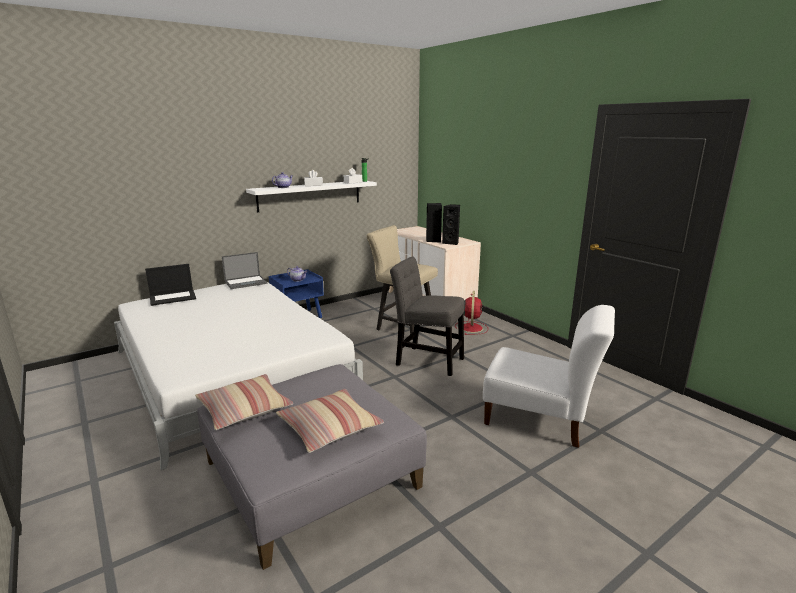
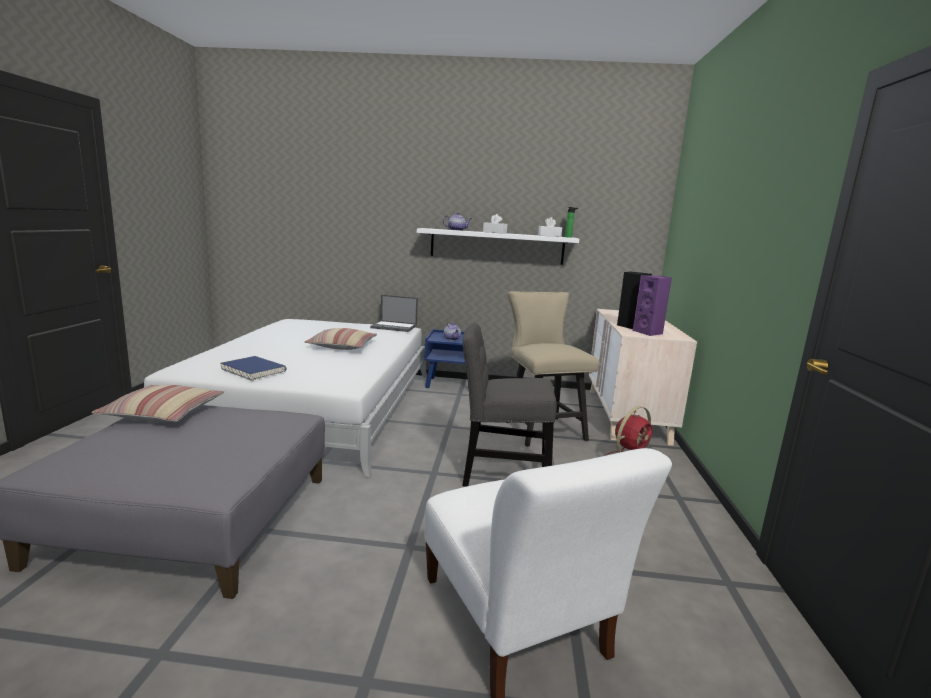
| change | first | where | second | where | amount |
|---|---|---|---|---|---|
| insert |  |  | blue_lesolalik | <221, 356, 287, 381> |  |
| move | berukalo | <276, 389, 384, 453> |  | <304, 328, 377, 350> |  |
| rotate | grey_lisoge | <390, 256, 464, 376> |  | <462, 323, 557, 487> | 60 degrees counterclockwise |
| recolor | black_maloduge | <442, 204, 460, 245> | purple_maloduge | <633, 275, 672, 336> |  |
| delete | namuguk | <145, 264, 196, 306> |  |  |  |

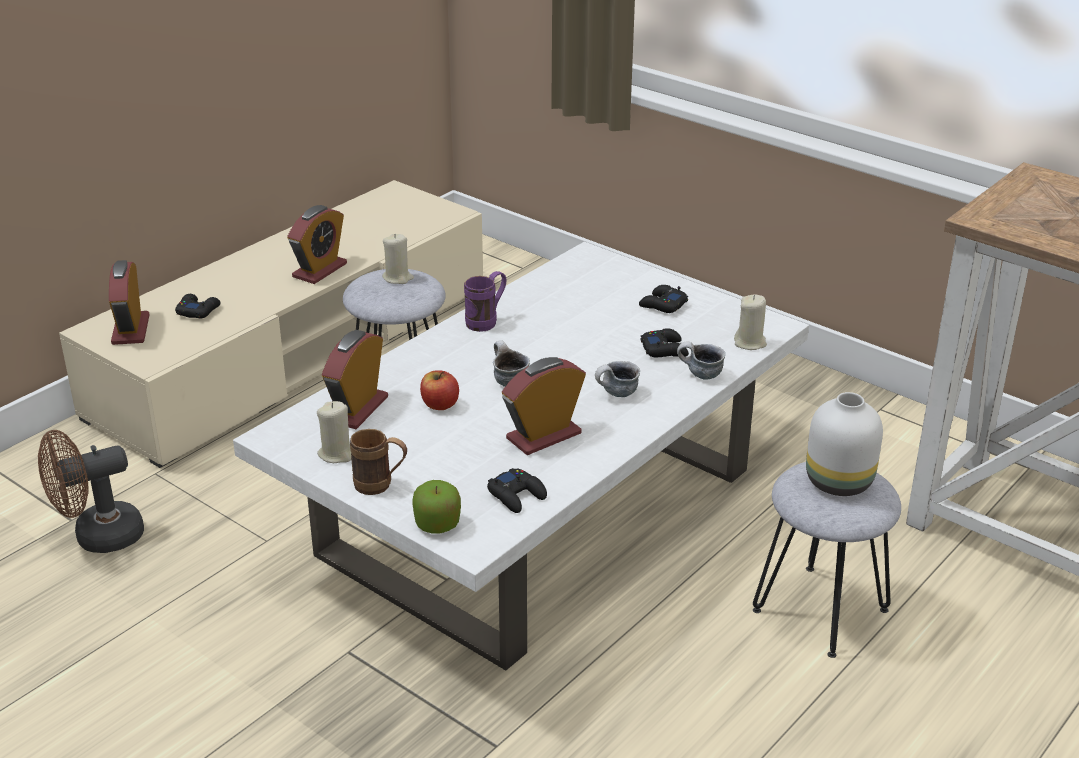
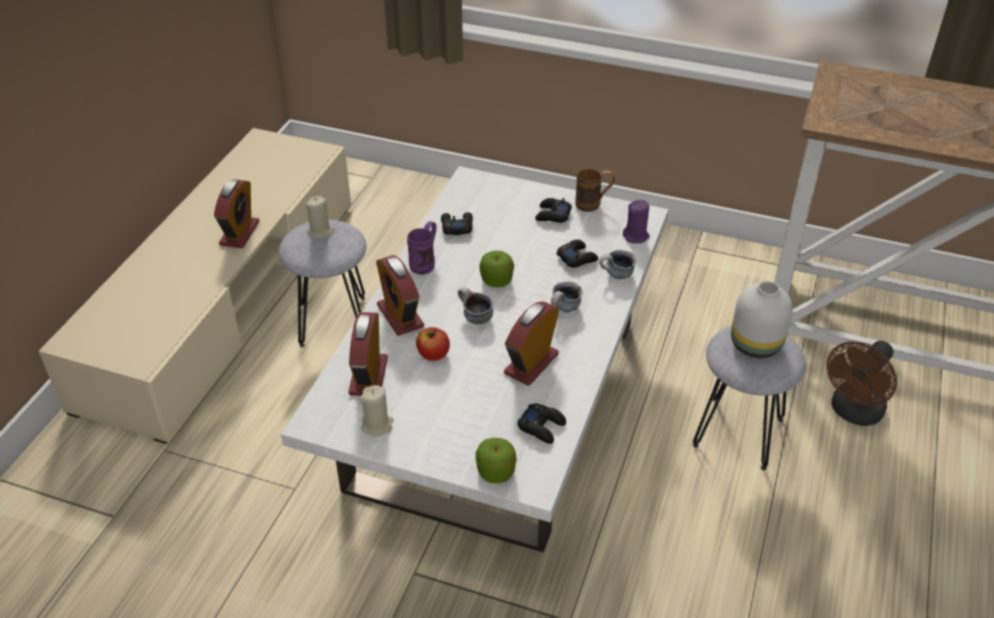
| change | first | where | second | where | amount |
|---|---|---|---|---|---|
| move | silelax | <109, 260, 150, 345> |  | <376, 255, 424, 336> |  |
| move | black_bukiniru | <175, 294, 221, 318> |  | <441, 212, 473, 235> |  |
| insert |  |  | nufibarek | <479, 251, 514, 288> |  |
| move | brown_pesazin | <350, 429, 407, 495> |  | <575, 168, 615, 212> |  |
| recolor | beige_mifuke | <734, 294, 767, 350> | purple_mifuke | <623, 200, 650, 244> |  |
| move | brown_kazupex | <38, 430, 144, 553> |  | <827, 341, 897, 426> |  |

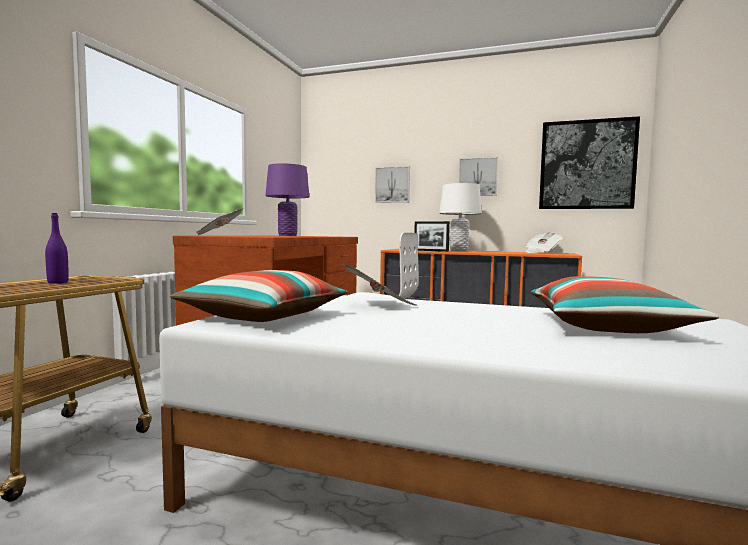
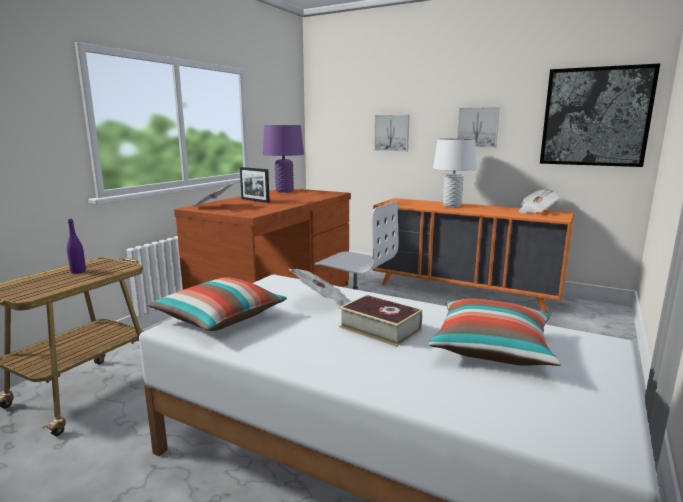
| change | first | where | second | where | amount |
|---|---|---|---|---|---|
| move | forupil | <414, 221, 450, 252> |  | <240, 167, 270, 203> |  |
| insert |  |  | lesolalik | <339, 295, 422, 347> |  |

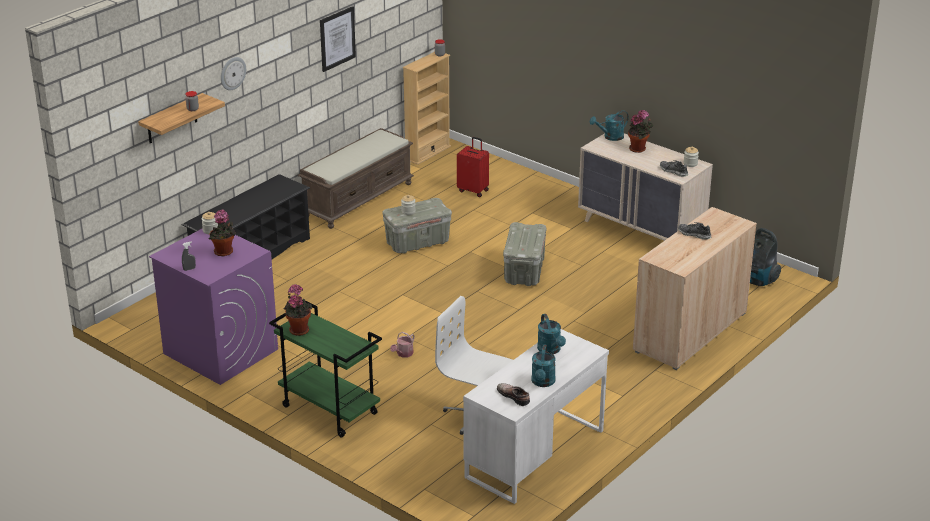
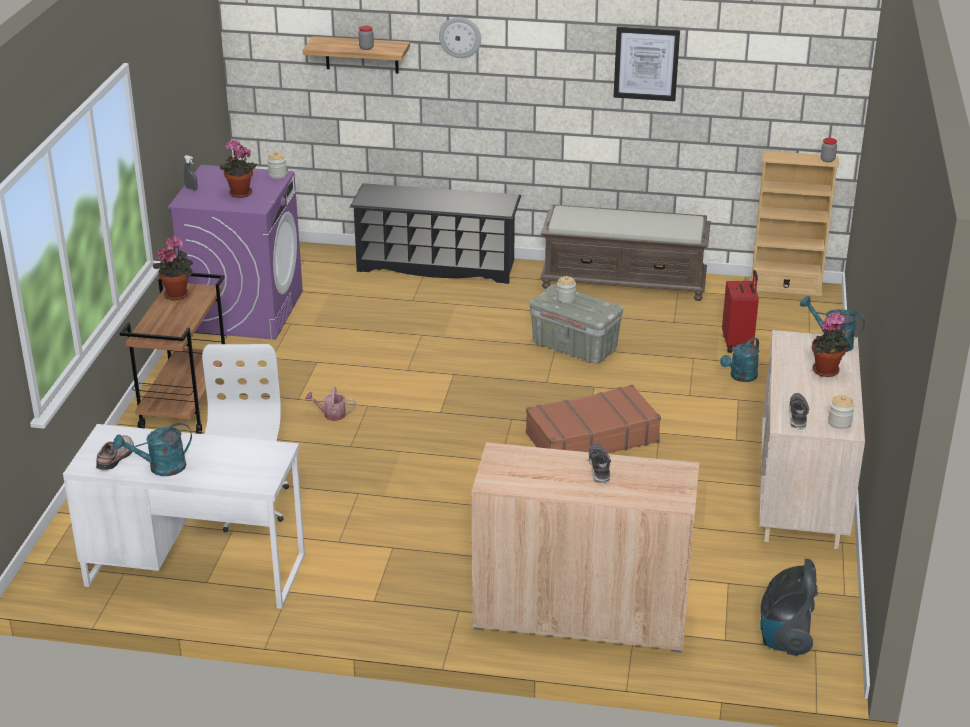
| change | first | where | second | where | amount |
|---|---|---|---|---|---|
| recolor | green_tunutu | <269, 301, 382, 438> | brown_tunutu | <119, 273, 227, 434> |  |
| replace | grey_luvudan | <503, 222, 547, 286> | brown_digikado | <526, 385, 661, 453> |  |
| move | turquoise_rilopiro | <537, 314, 566, 354> |  | <720, 337, 759, 382> |  |

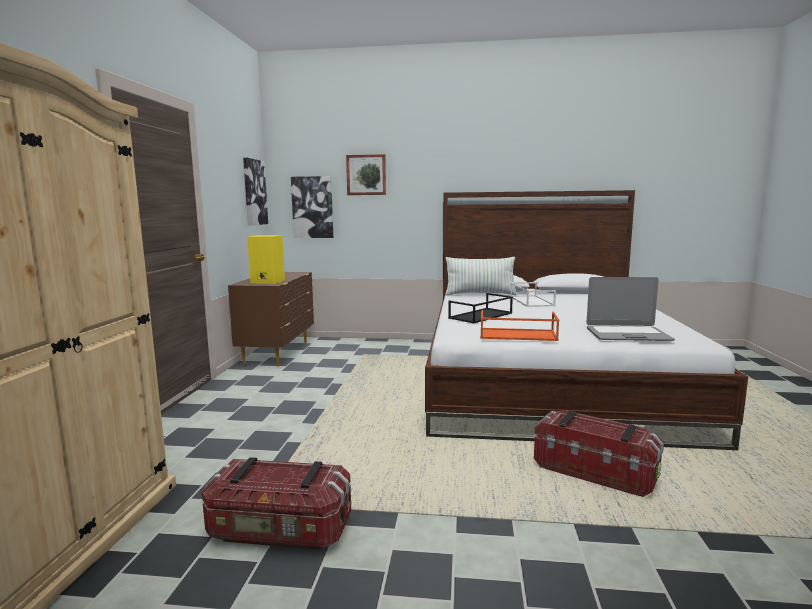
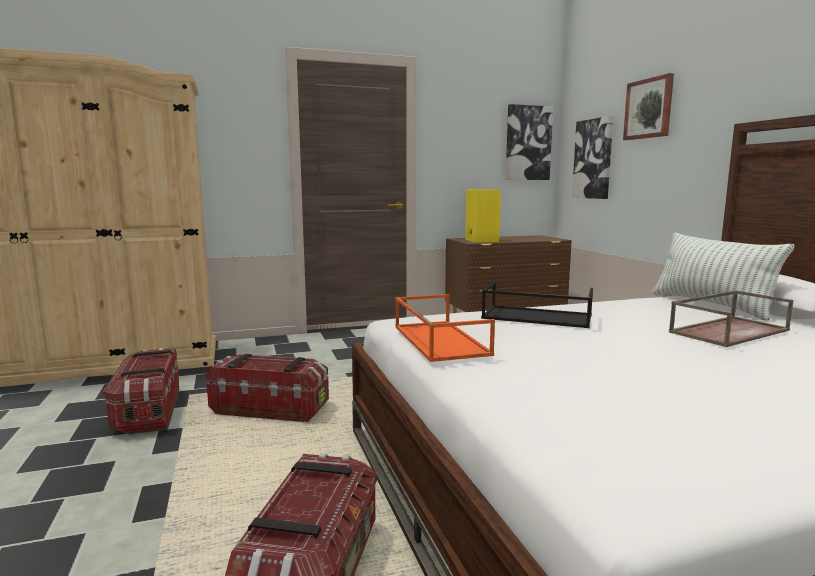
| change | first | where | second | where | amount |
|---|---|---|---|---|---|
| insert |  |  | luvudan | <206, 354, 329, 422> |  |
| recolor | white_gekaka | <510, 282, 556, 307> | brown_gekaka | <669, 290, 794, 347> |  |
| delete | namuguk | <587, 277, 675, 341> |  |  |  |

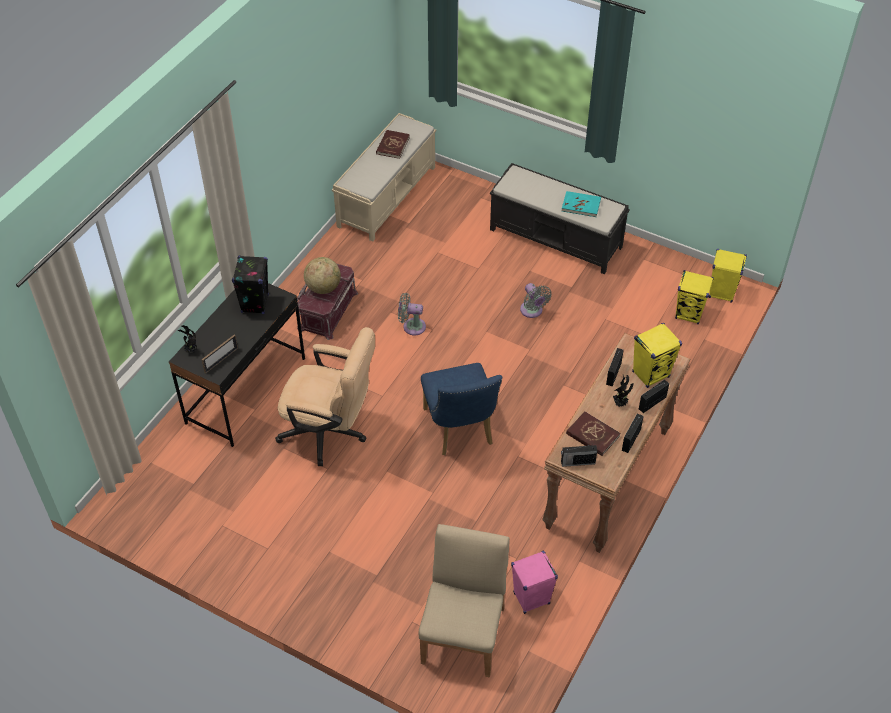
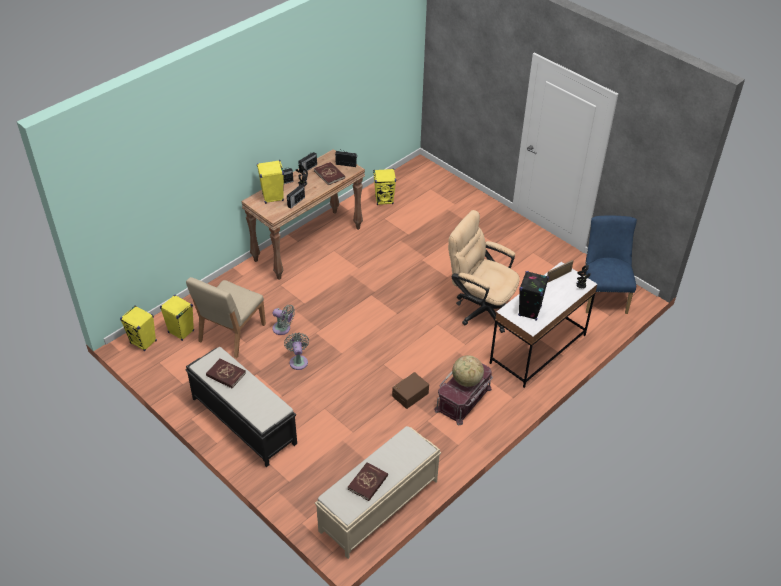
| change | first | where | second | where | amount |
|---|---|---|---|---|---|
| move | beige_lisoge | <419, 524, 510, 677> |  | <186, 277, 266, 358> |  |
| recolor | turquoise_lesolalik | <562, 191, 601, 217> | red_lesolalik | <206, 358, 246, 388> |  |
| move | grey_kazupex | <398, 293, 426, 335> |  | <272, 305, 295, 335> |  |
| recolor | pink_maloduge | <511, 551, 558, 614> | yellow_maloduge | <373, 169, 396, 205> |  |
| insert |  |  | brown_luvudan | <392, 372, 429, 409> |  |
| recolor | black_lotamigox | <169, 283, 305, 447> | white_lotamigox | <490, 262, 598, 388> |  |
| move | blue_lisoge | <421, 363, 502, 455> |  | <585, 216, 637, 314> |  |

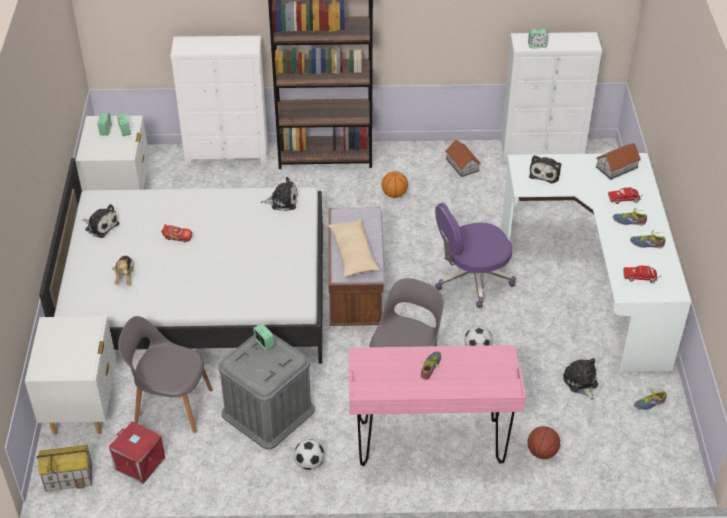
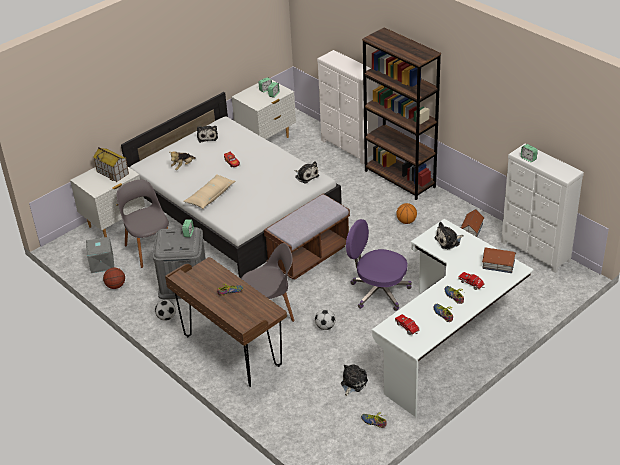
| change | first | where | second | where | amount |
|---|---|---|---|---|---|
| recolor | red_luvudan | <109, 421, 166, 484> | grey_luvudan | <86, 237, 114, 273> |  |
| move | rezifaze | <37, 445, 92, 492> |  | <93, 147, 129, 182> |  |
| move | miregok | <527, 426, 560, 459> |  | <103, 267, 125, 289> |  |
| recolor | pink_lotamigox | <348, 345, 526, 466> | brown_lotamigox | <165, 257, 287, 387> |  |
| move | beige_berukalo | <328, 219, 380, 277> |  | <183, 174, 236, 209> |  |

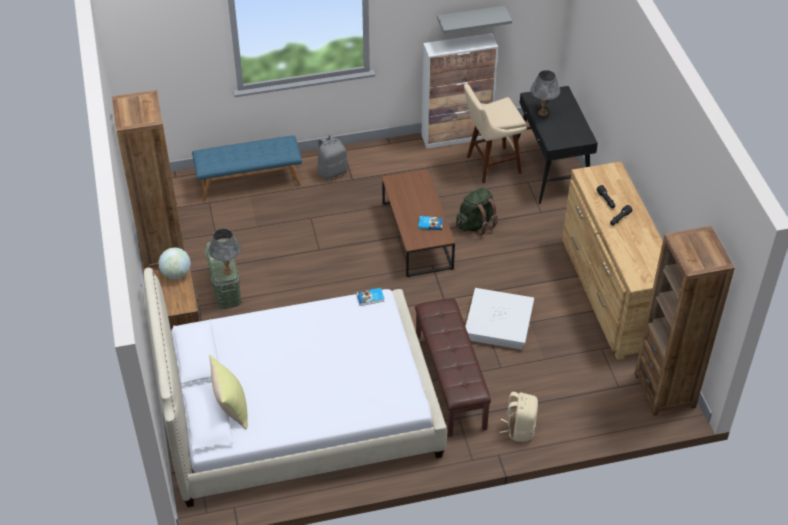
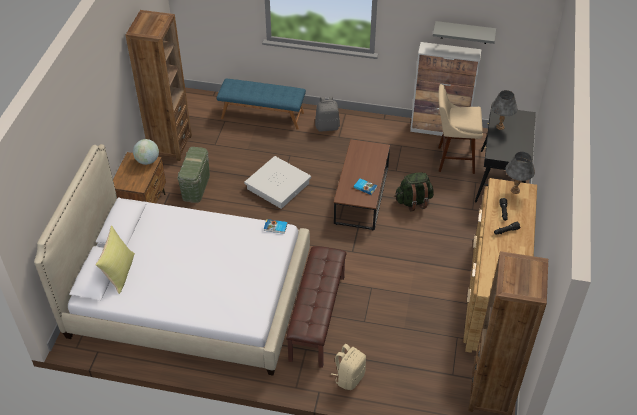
| change | first | where | second | where | amount |
|---|---|---|---|---|---|
| move | white_luvudan | <465, 288, 534, 350> |  | <244, 156, 311, 209> |  |
| move | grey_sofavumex | <208, 229, 241, 275> |  | <506, 152, 535, 194> |  |

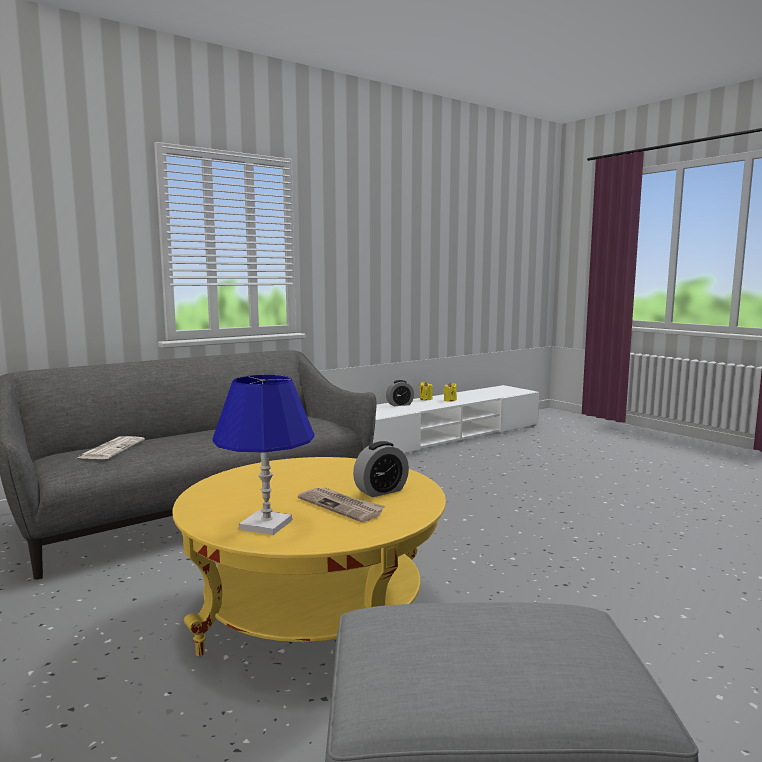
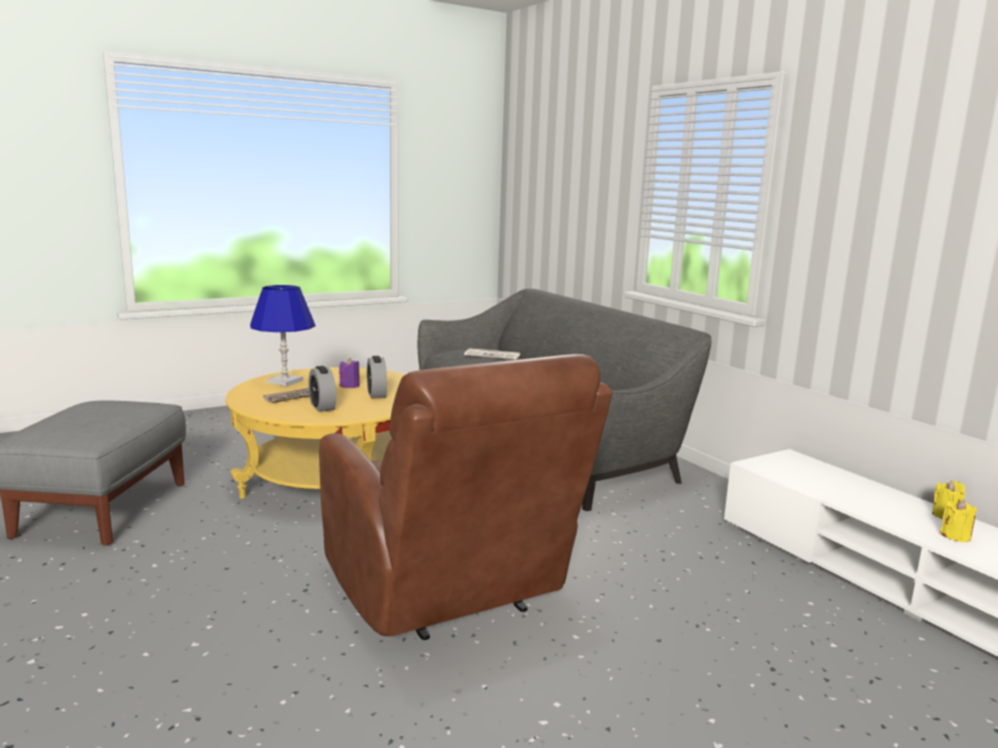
| change | first | where | second | where | amount |
|---|---|---|---|---|---|
| insert |  |  | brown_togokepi | <319, 354, 613, 640> |  |
| insert |  |  | purple_mifuke | <339, 358, 360, 388> |  |
| move | silelax | <386, 380, 414, 406> |  | <367, 356, 387, 399> |  |

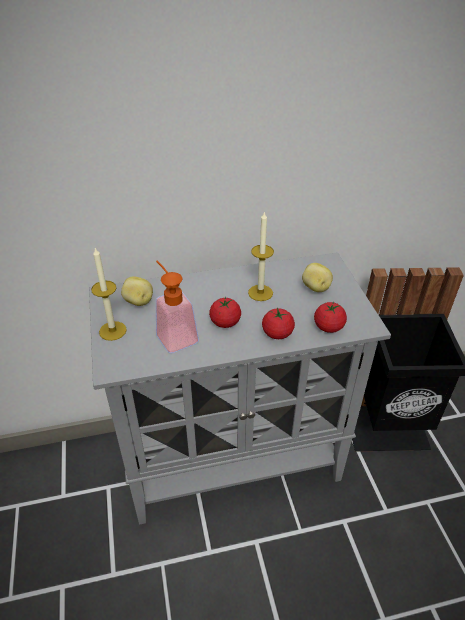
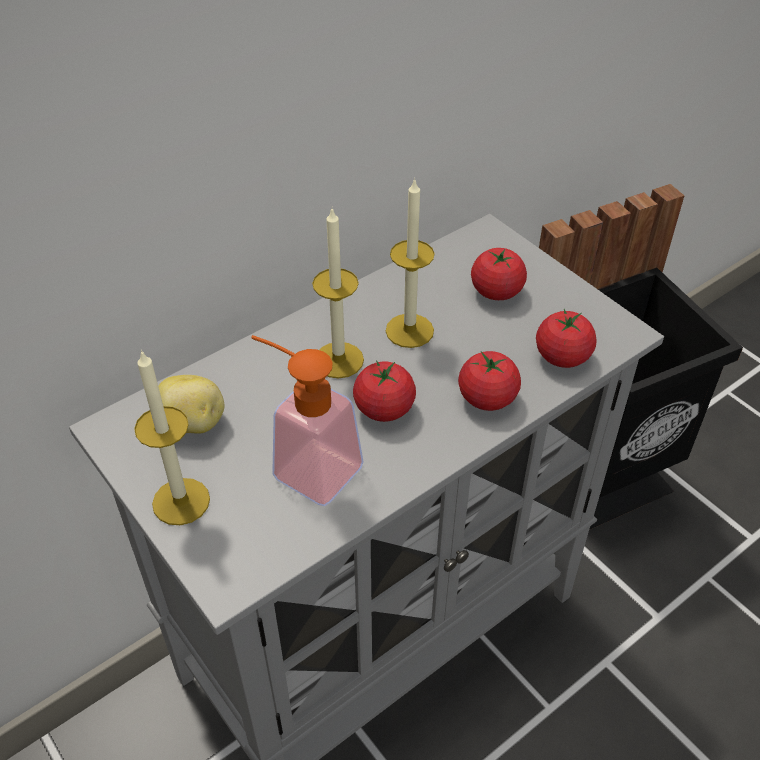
| change | first | where | second | where | amount |
|---|---|---|---|---|---|
| insert |  |  | mifuke | <312, 209, 364, 379> |  |
| replace | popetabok | <302, 263, 333, 292> | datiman | <471, 248, 527, 300> |  |

